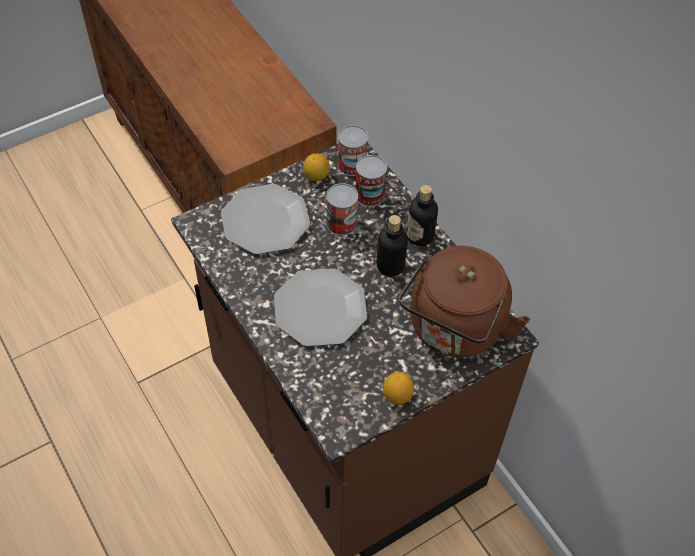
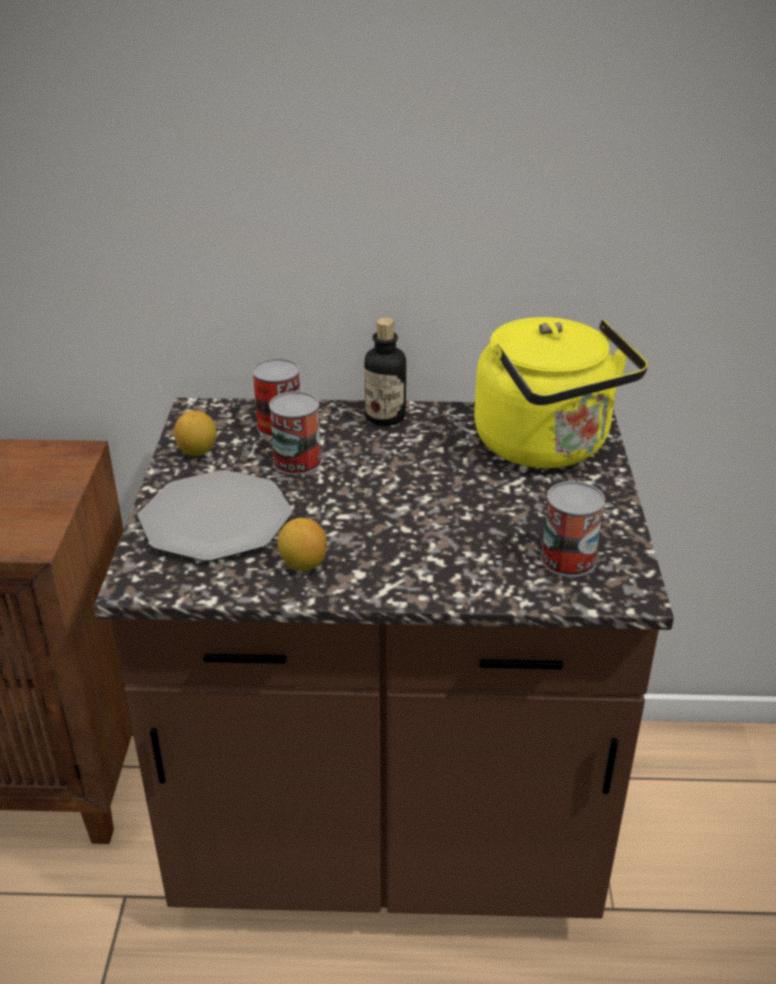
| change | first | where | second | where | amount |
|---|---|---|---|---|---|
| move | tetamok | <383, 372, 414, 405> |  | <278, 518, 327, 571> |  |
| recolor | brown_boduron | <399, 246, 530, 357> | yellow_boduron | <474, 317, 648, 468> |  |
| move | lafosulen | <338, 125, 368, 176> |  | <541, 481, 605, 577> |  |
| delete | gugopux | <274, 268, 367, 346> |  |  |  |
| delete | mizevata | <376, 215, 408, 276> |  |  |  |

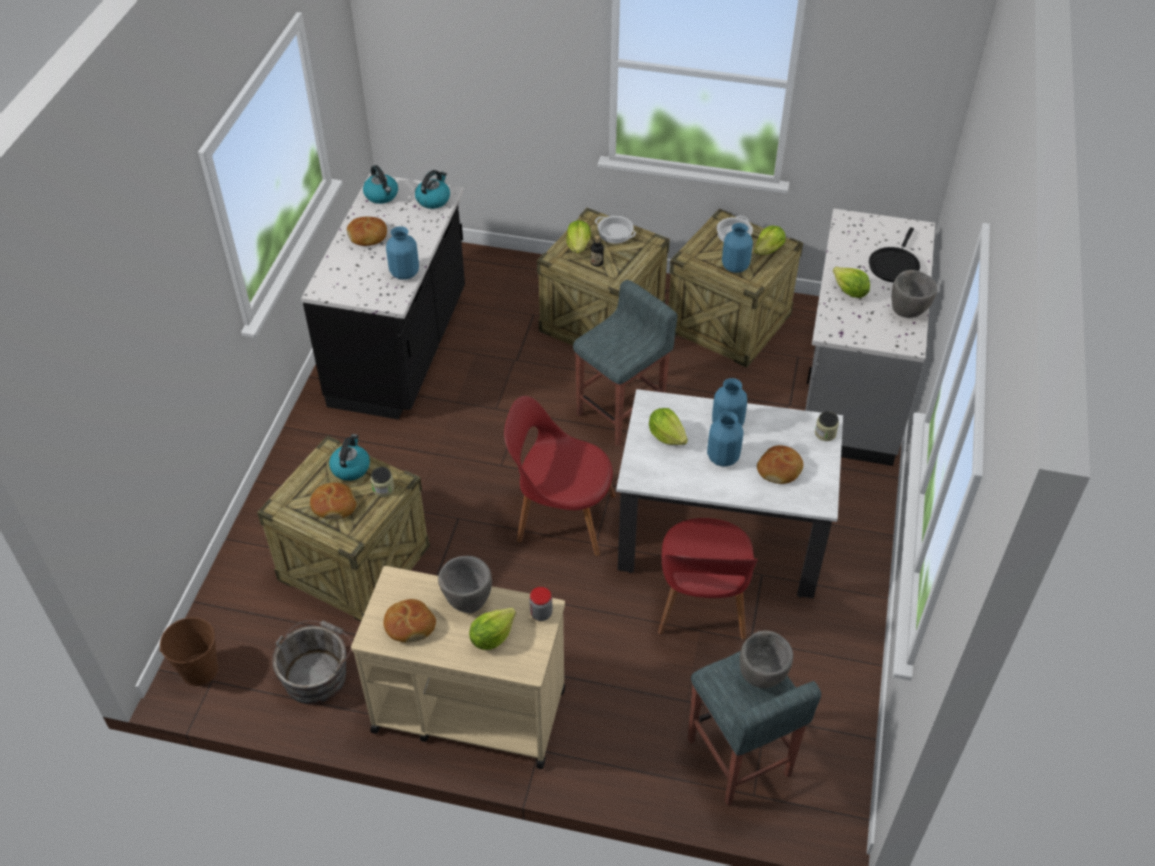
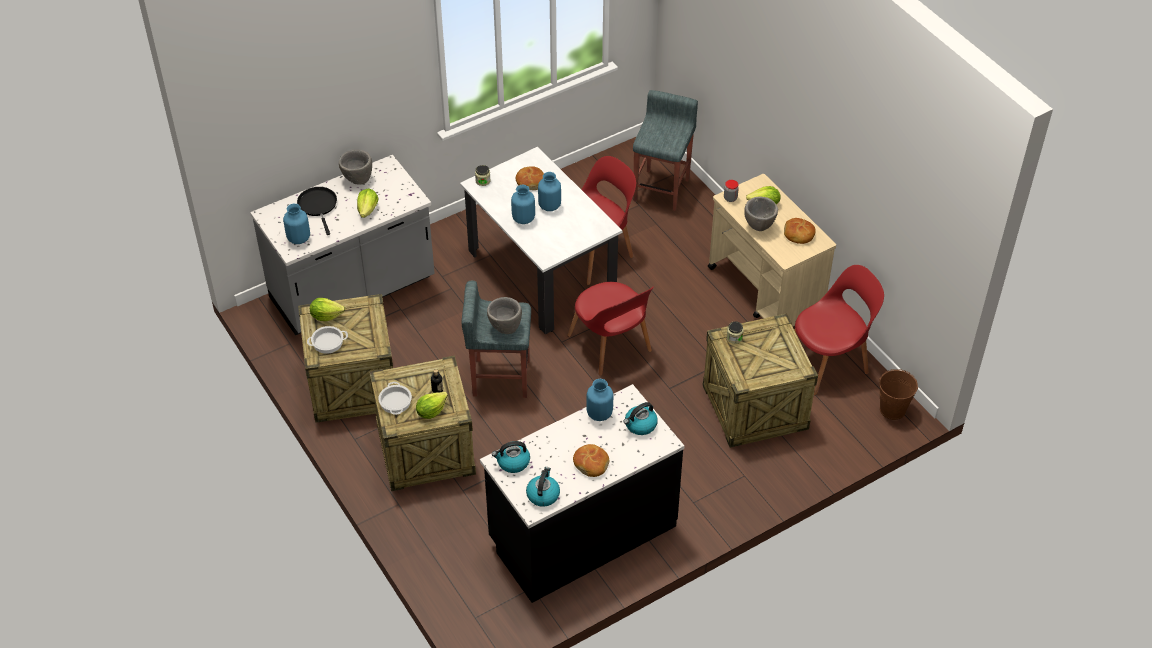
| change | first | where | second | where | amount |
|---|---|---|---|---|---|
| move | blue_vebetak | <722, 223, 753, 273> |  | <283, 204, 310, 244> |  |
| rotate | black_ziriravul | <869, 227, 920, 283> |  | <297, 187, 337, 235> | 90 degrees counterclockwise |
| move | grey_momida | <740, 631, 793, 688> |  | <487, 297, 522, 334> |  |
| move | boduron | <329, 434, 370, 481> |  | <623, 402, 658, 435> |  |
| replace | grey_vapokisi | <272, 620, 352, 704> | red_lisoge | <794, 265, 884, 395> |  |
| delete | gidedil | <310, 483, 356, 520> |  |  |  |
| delete | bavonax | <649, 408, 688, 445> |  |  |  |

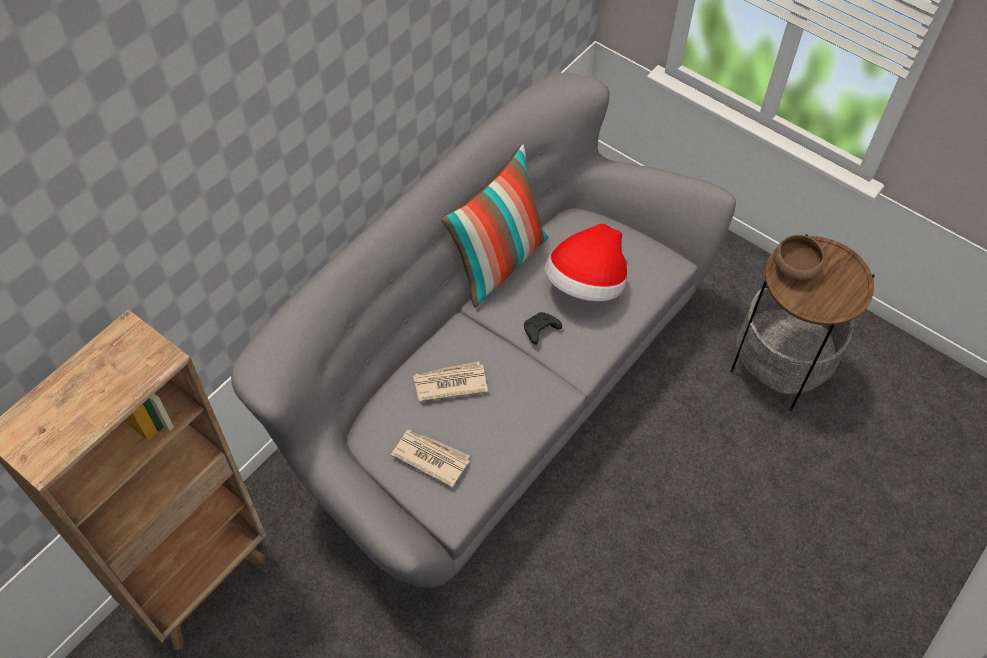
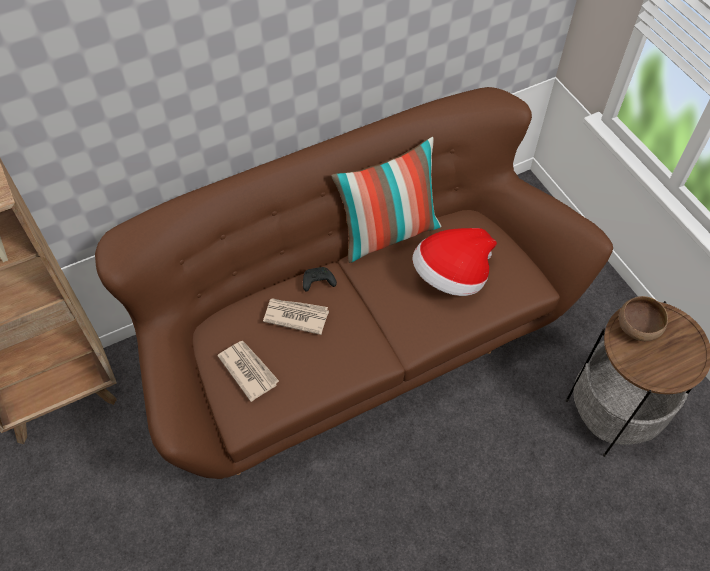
| change | first | where | second | where | amount |
|---|---|---|---|---|---|
| recolor | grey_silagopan | <231, 73, 736, 588> | brown_silagopan | <95, 87, 613, 479> |  |
| move | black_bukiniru | <524, 312, 562, 344> |  | <303, 267, 337, 292> |  |

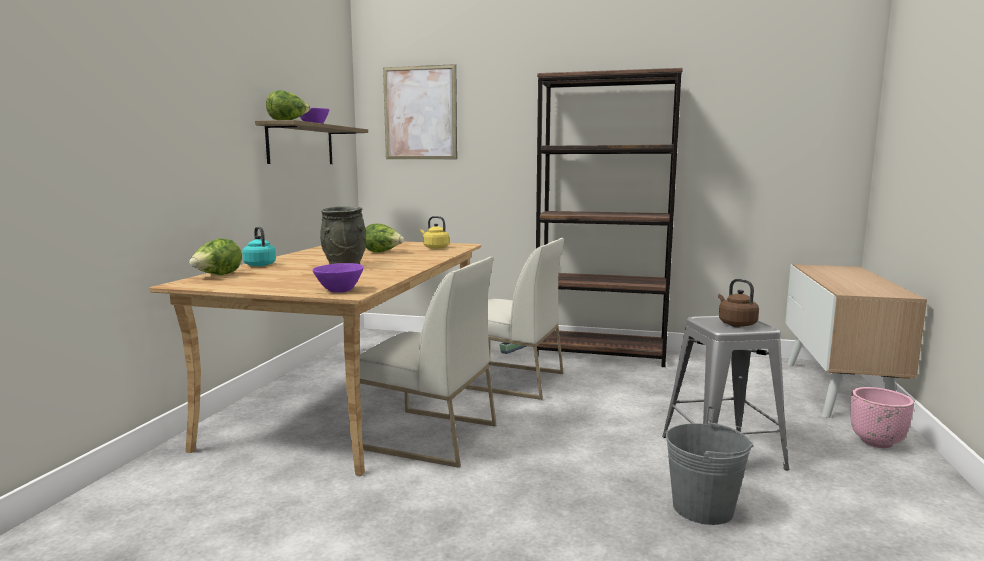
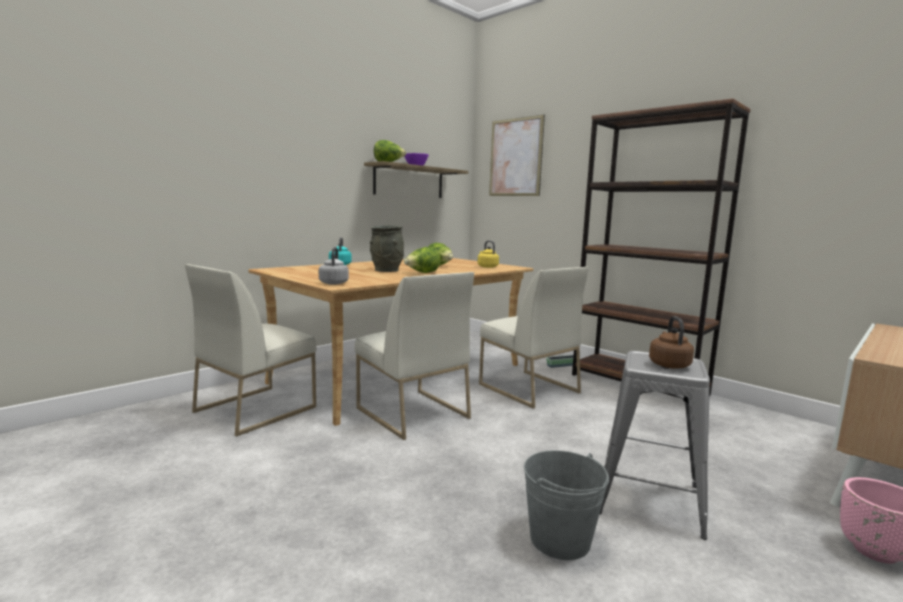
| change | first | where | second | where | amount |
|---|---|---|---|---|---|
| insert |  |  | white_lisoge | <185, 264, 316, 437> |  |
| replace | purple_momida | <313, 263, 364, 293> | grey_boduron | <319, 247, 349, 285> |  |
| move | bavonax | <189, 238, 242, 275> |  | <404, 247, 441, 273> |  |

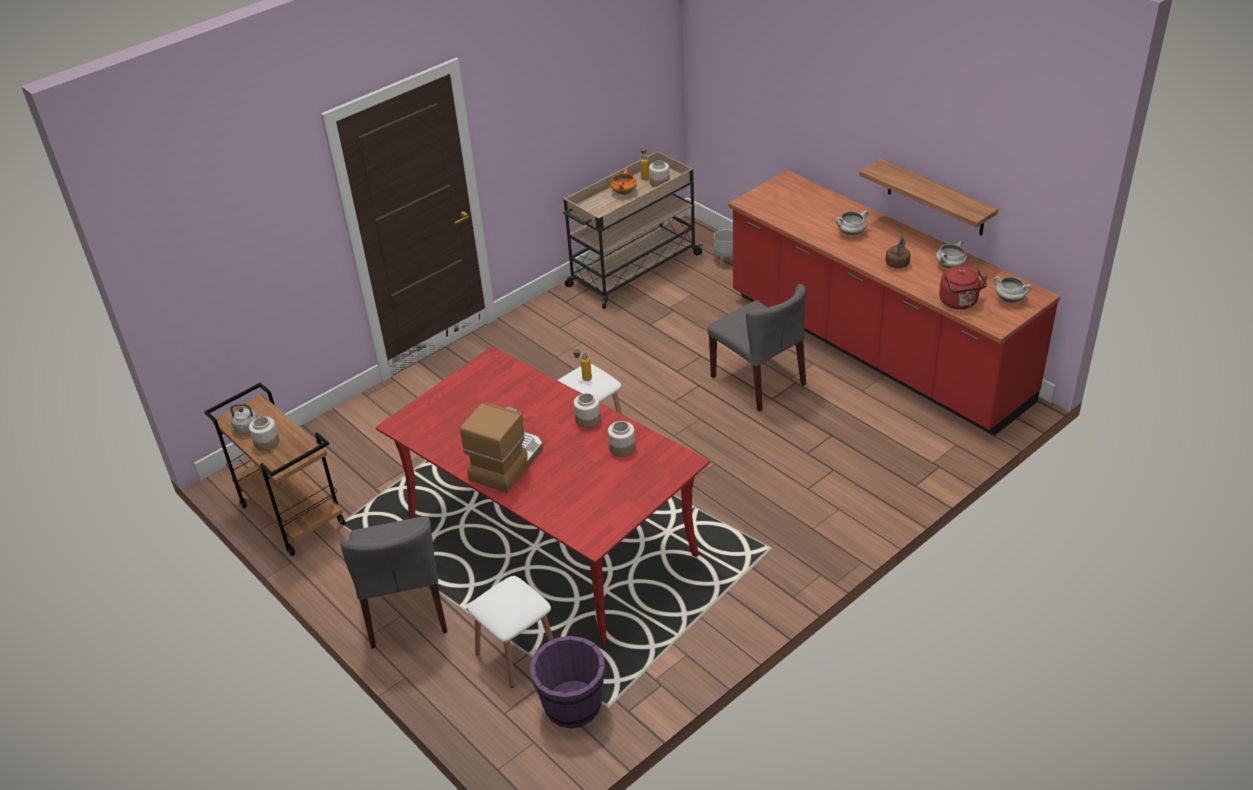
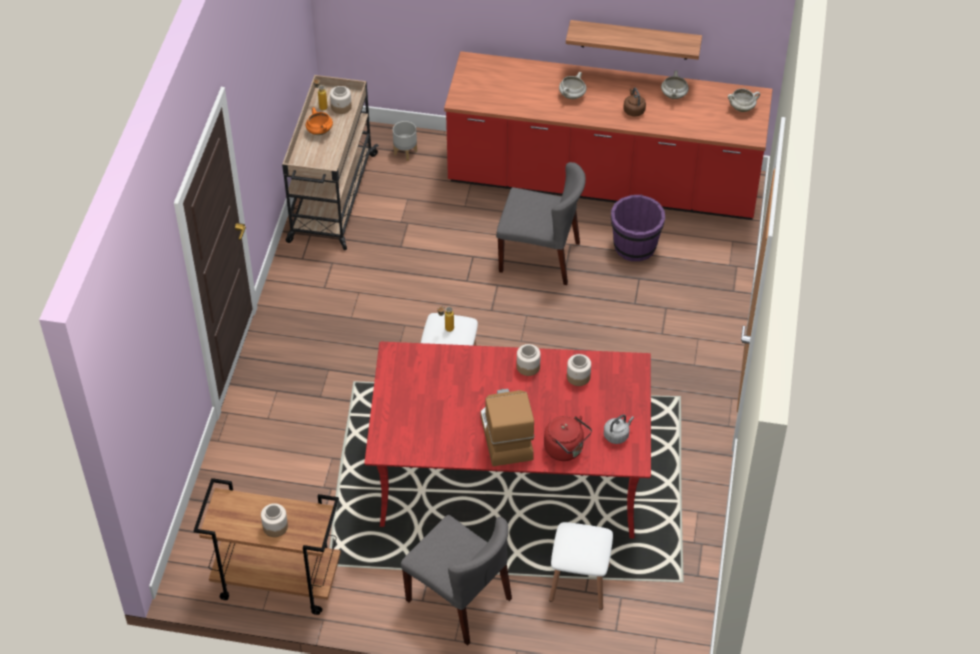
| change | first | where | second | where | amount |
|---|---|---|---|---|---|
| move | red_boduron | <939, 266, 987, 309> |  | <544, 416, 592, 461> |  |
| move | grey_boduron | <230, 404, 264, 434> |  | <604, 415, 634, 444> |  |
| move | purple_vapokisi | <530, 636, 605, 729> |  | <611, 195, 665, 261> |  |

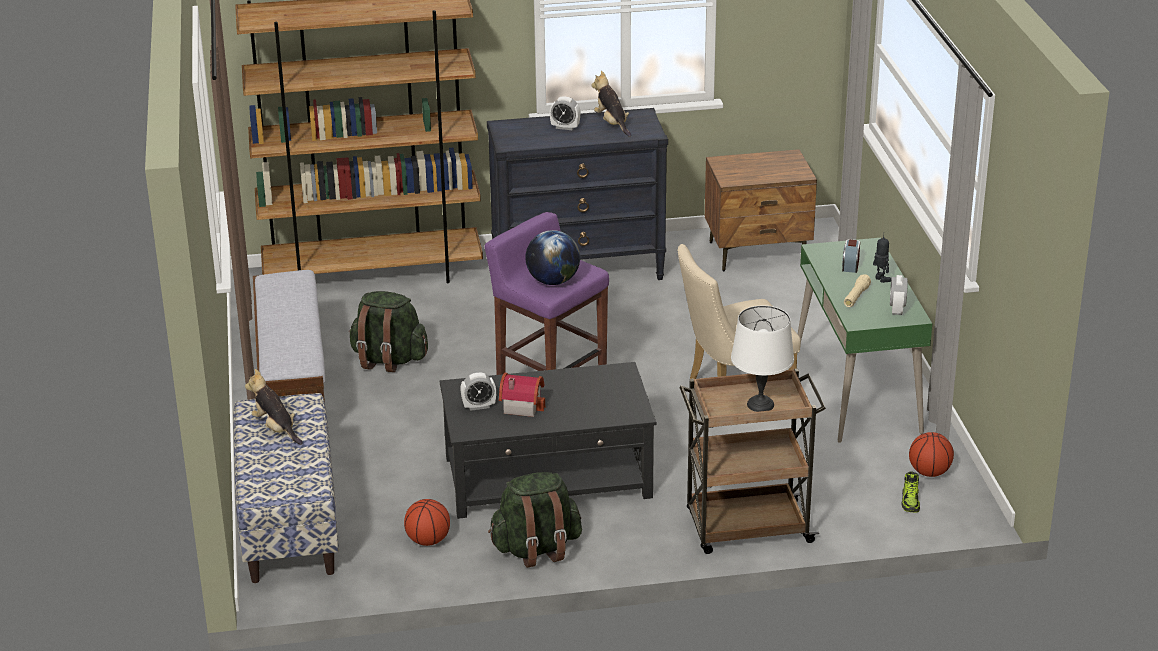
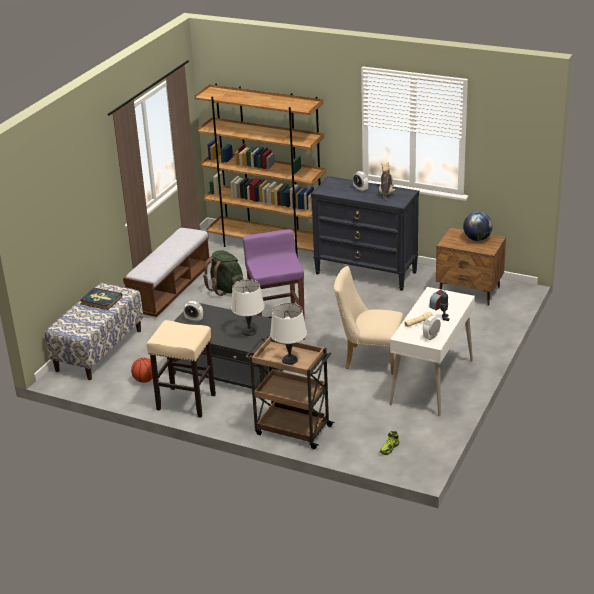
| change | first | where | second | where | amount |
|---|---|---|---|---|---|
| replace | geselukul | <245, 369, 303, 445> | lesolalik | <80, 288, 122, 310> |  |
| replace | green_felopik | <488, 472, 582, 568> | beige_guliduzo | <146, 320, 216, 418> |  |
| insert |  |  | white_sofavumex | <231, 279, 264, 336> |  |
| recolor | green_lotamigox | <798, 238, 932, 443> | white_lotamigox | <390, 287, 475, 416> |  |
| move | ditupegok | <525, 230, 580, 285> |  | <463, 212, 493, 241> |  |
| delete | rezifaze | <499, 373, 545, 417> |  |  |  |
| delete | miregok | <909, 432, 954, 477> |  |  |  |

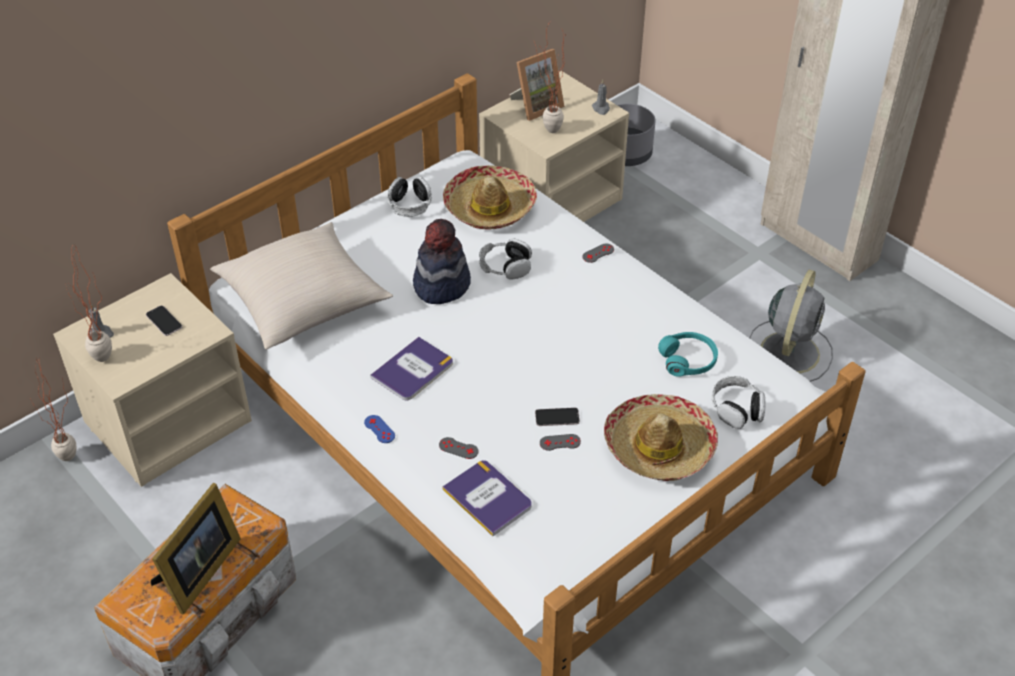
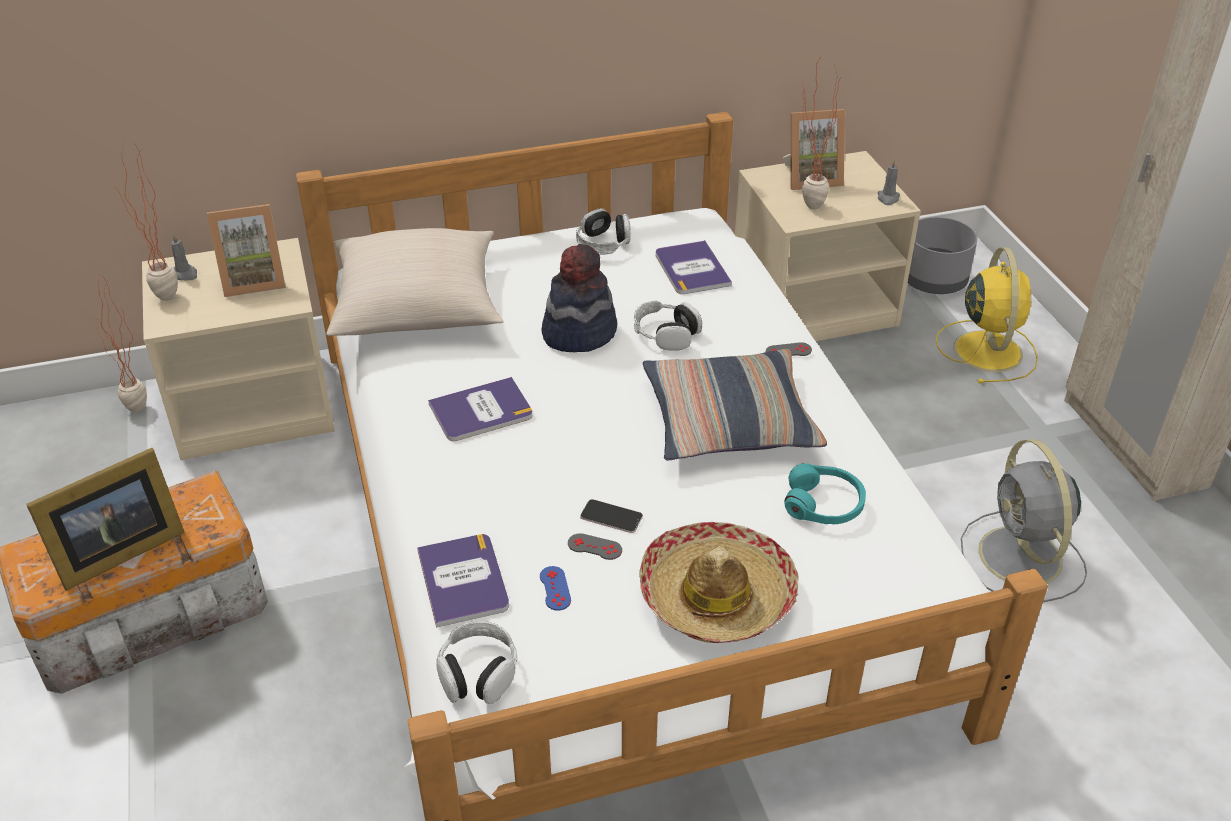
| change | first | where | second | where | amount |
|---|---|---|---|---|---|
| replace | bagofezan | <146, 305, 182, 336> | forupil | <207, 204, 286, 297> |  |
| move | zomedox | <712, 376, 766, 429> |  | <436, 621, 517, 704> |  |
| move | blue_bukiniru | <364, 415, 395, 443> |  | <540, 566, 571, 611> |  |
| insert |  |  | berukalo | <643, 349, 827, 461> |  |
| replace | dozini | <443, 165, 537, 230> | lesolalik | <656, 240, 732, 294> |  |
| insert |  |  | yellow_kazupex | <936, 247, 1038, 384> |  |
| rotate | grey_kazupex | <750, 270, 833, 382> |  | <961, 439, 1087, 602> | 120 degrees clockwise |
| delete | grey_bukiniru | <439, 437, 478, 459> |  |  |  |

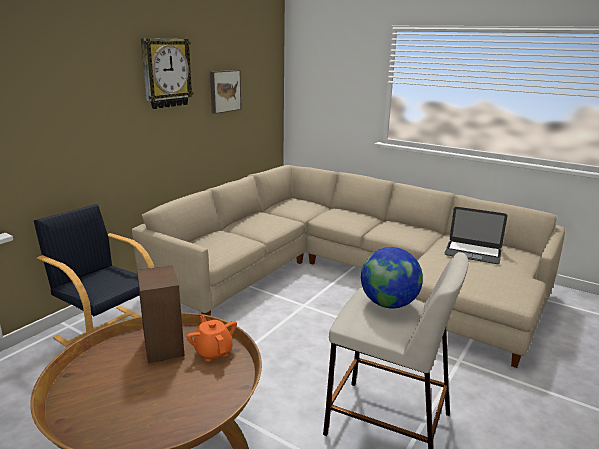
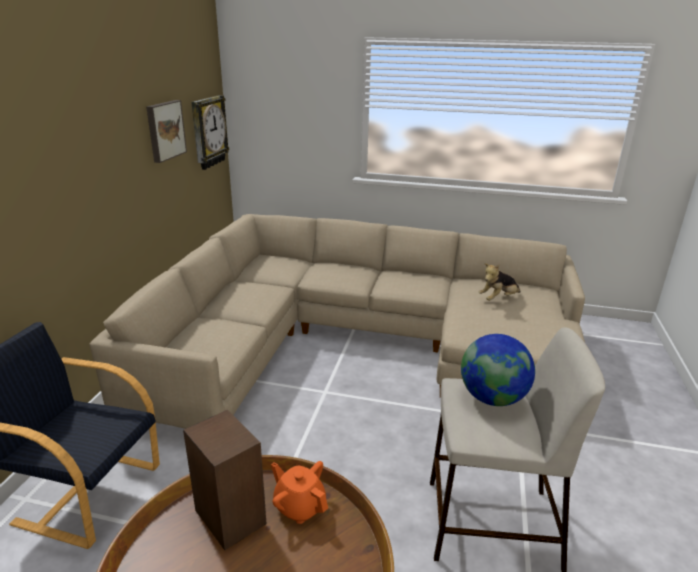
| change | first | where | second | where | amount |
|---|---|---|---|---|---|
| move | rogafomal | <141, 38, 194, 109> |  | <191, 95, 229, 170> |  |
| replace | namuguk | <445, 207, 507, 264> | geselukul | <478, 263, 521, 301> |  |

